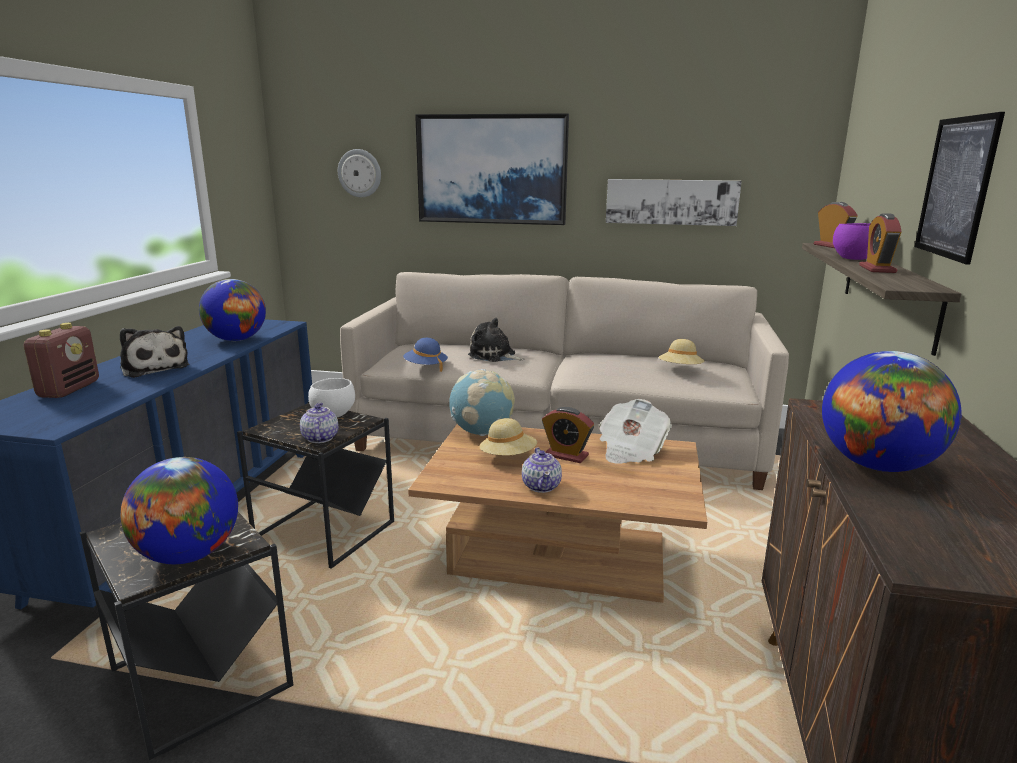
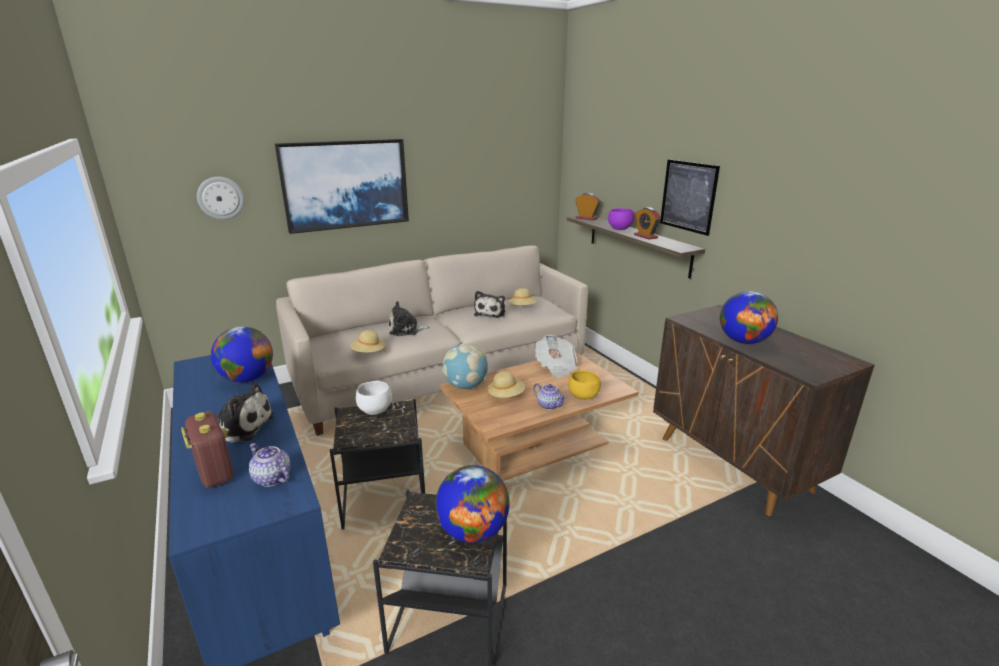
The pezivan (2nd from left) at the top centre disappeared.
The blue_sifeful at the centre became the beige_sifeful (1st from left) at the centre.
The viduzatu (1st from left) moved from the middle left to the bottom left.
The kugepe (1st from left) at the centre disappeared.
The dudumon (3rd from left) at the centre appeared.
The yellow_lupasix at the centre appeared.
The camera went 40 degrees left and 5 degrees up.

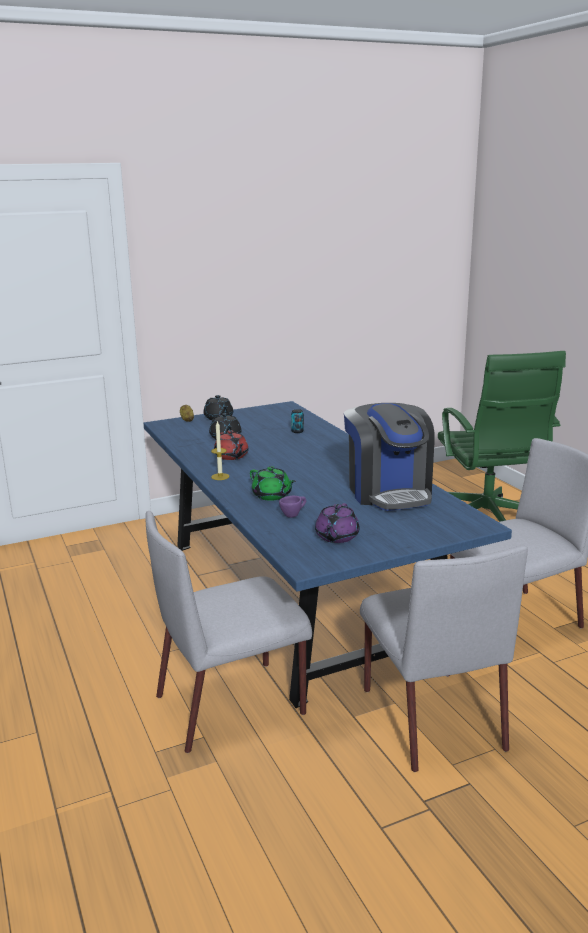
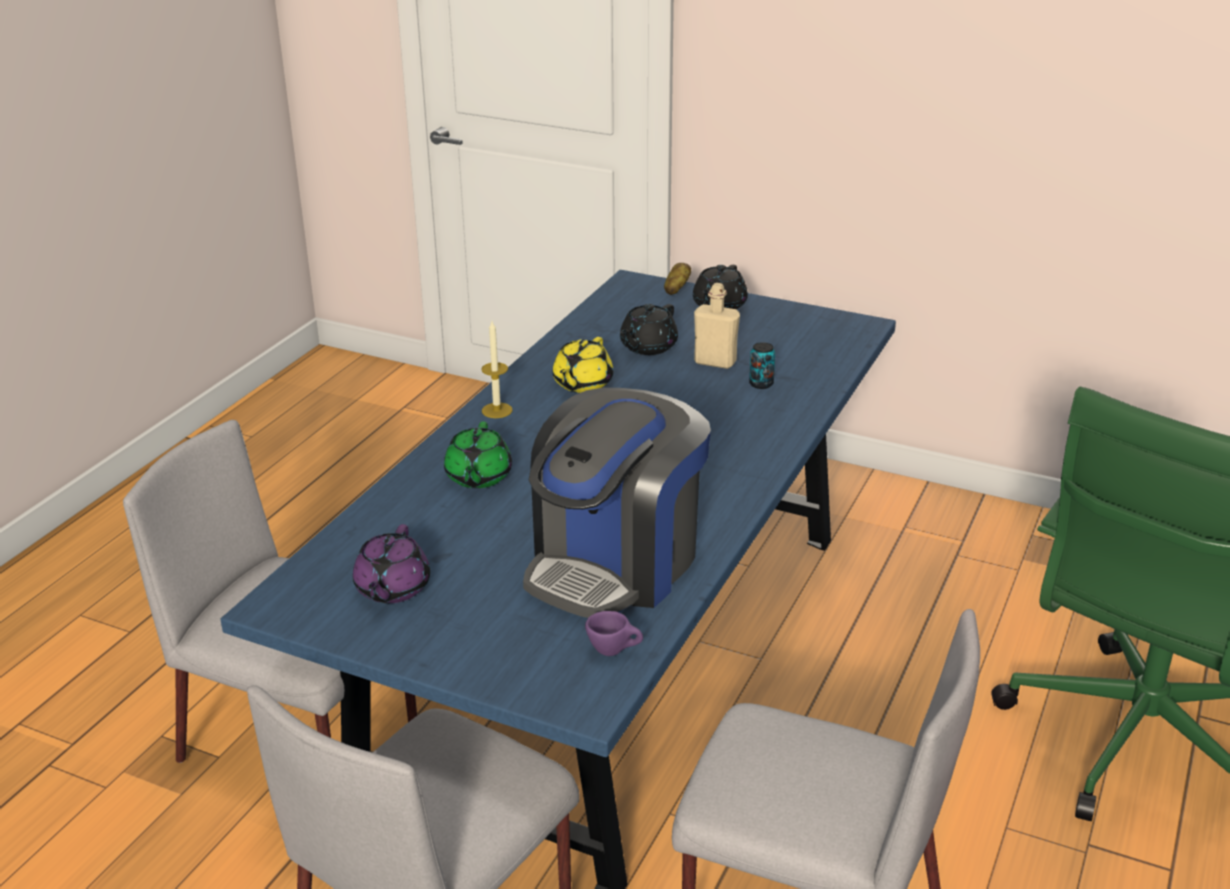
The red_viduzatu at the centre became the yellow_viduzatu at the centre.
The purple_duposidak moved from the centre to the bottom centre.
The purple_viduzatu at the centre turned 60 degrees counterclockwise.
The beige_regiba at the centre appeared.
The camera went 50 degrees right and 10 degrees up.

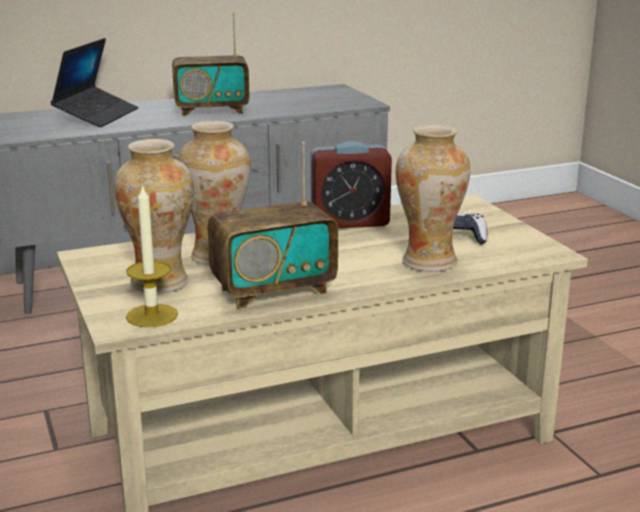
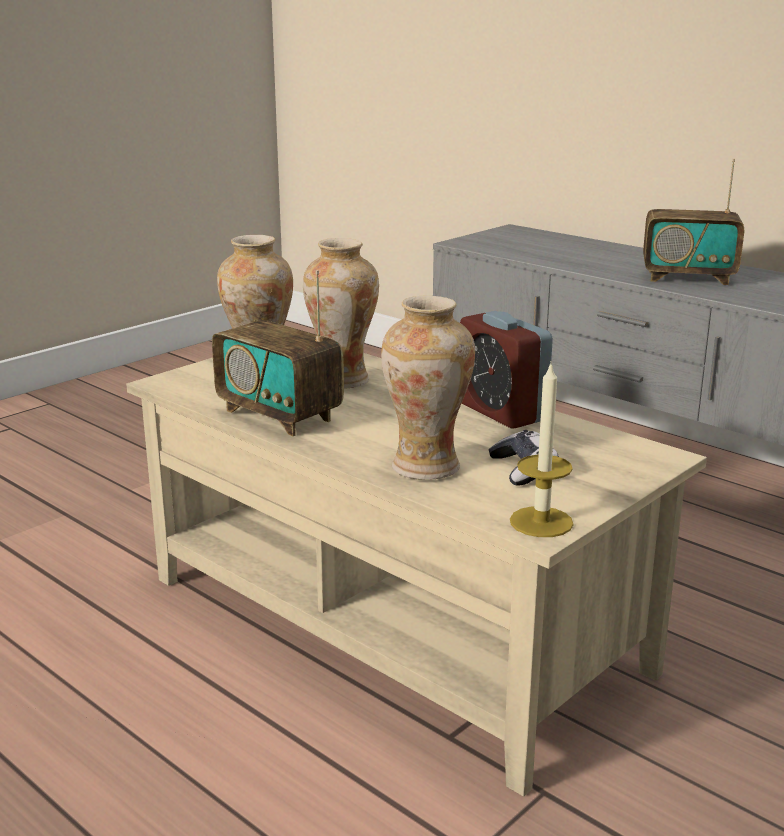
The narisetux (1st from left in the first image) at the top left turned 45 degrees counterclockwise.
The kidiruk at the top left disappeared.
The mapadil moved from the middle left to the middle right.
The camera went 65 degrees right and 0 degrees up.

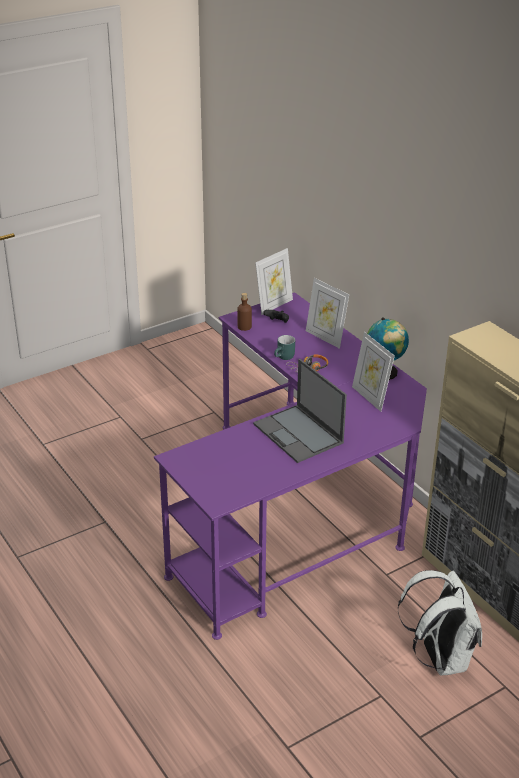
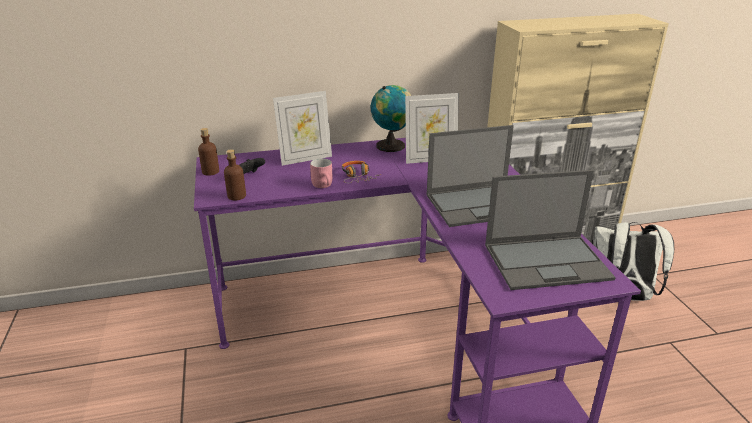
The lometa (1st from left) at the centre was replaced by the brown_regiba (1st from left) at the middle left.
The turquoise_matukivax at the centre became the pink_matukivax at the centre.
The kidiruk (2nd from left) at the middle right appeared.
The camera went 70 degrees left and 5 degrees down.

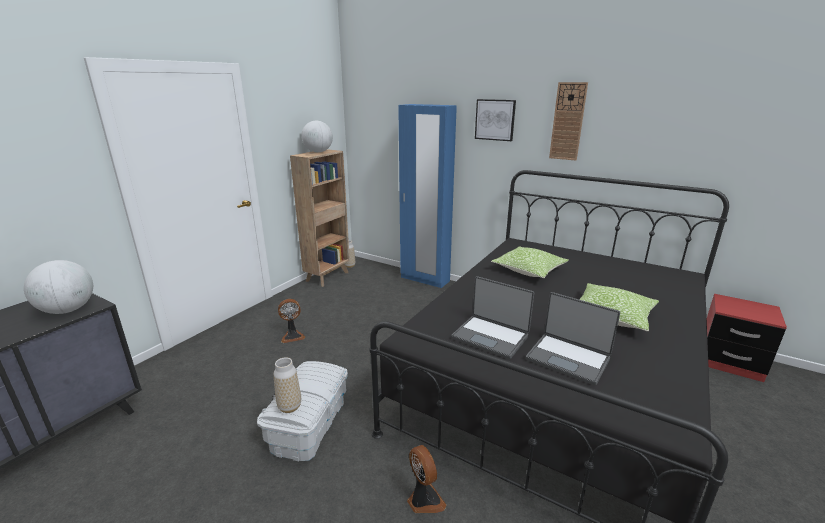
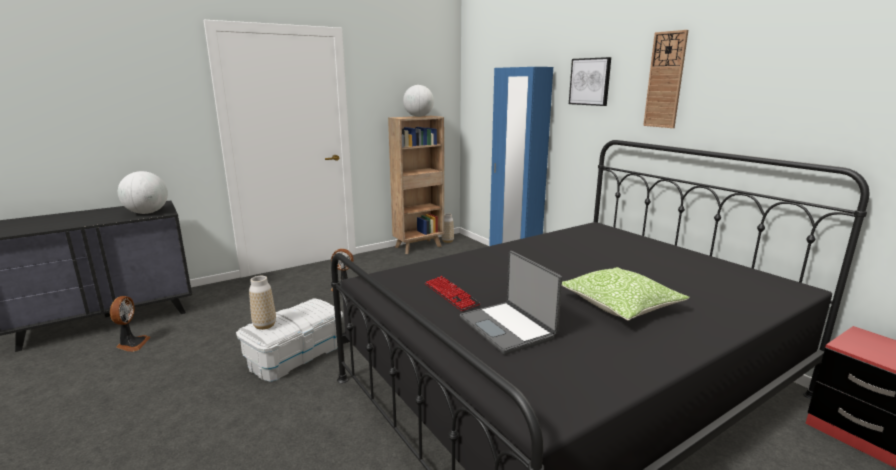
The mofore (1st from left) at the centre disappeared.
The kidiruk (1st from left) at the centre was replaced by the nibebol at the centre.
The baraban (2nd from left in the first image) moved from the bottom centre to the bottom left.
The camera went 25 degrees right and 5 degrees down.

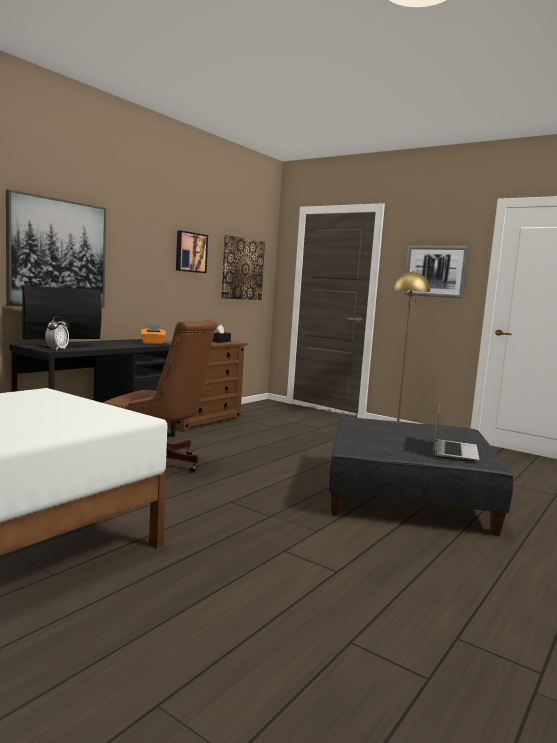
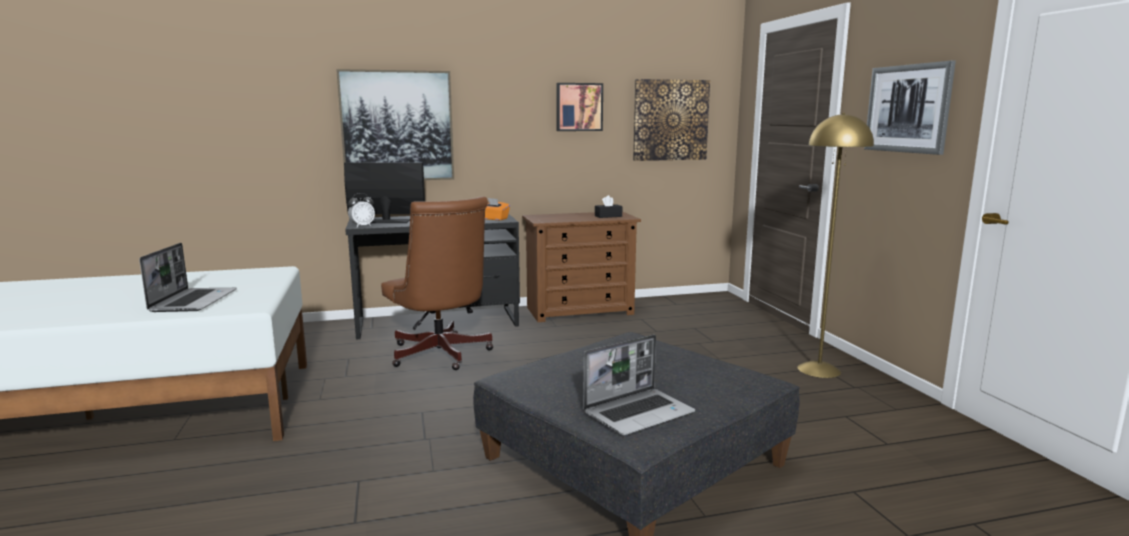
The kidiruk (1st from left) at the middle left appeared.
The camera went 40 degrees right and 5 degrees up.

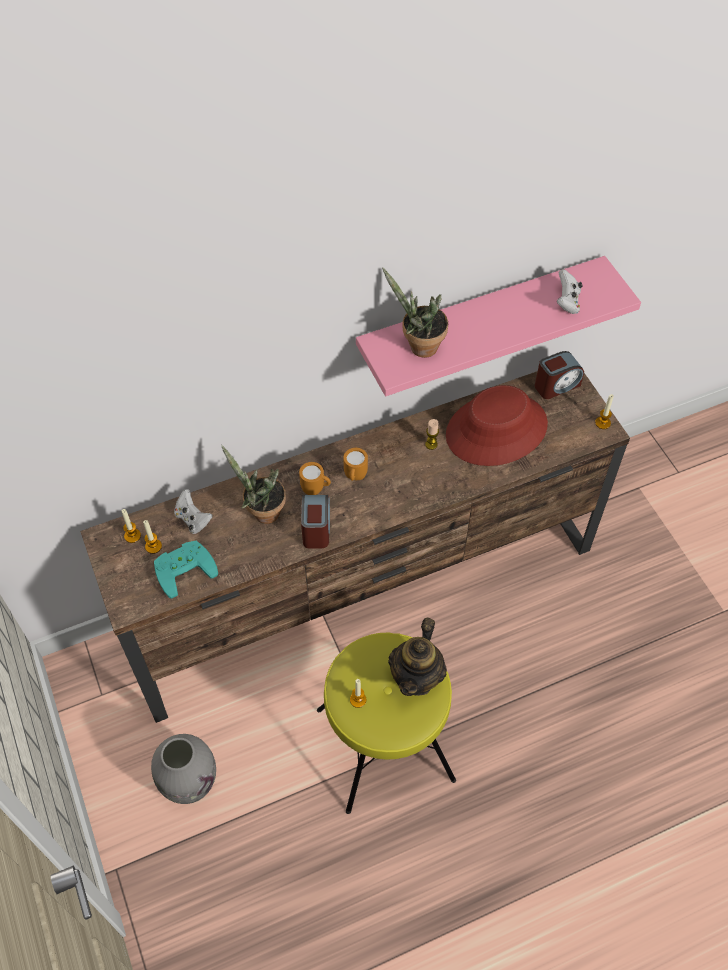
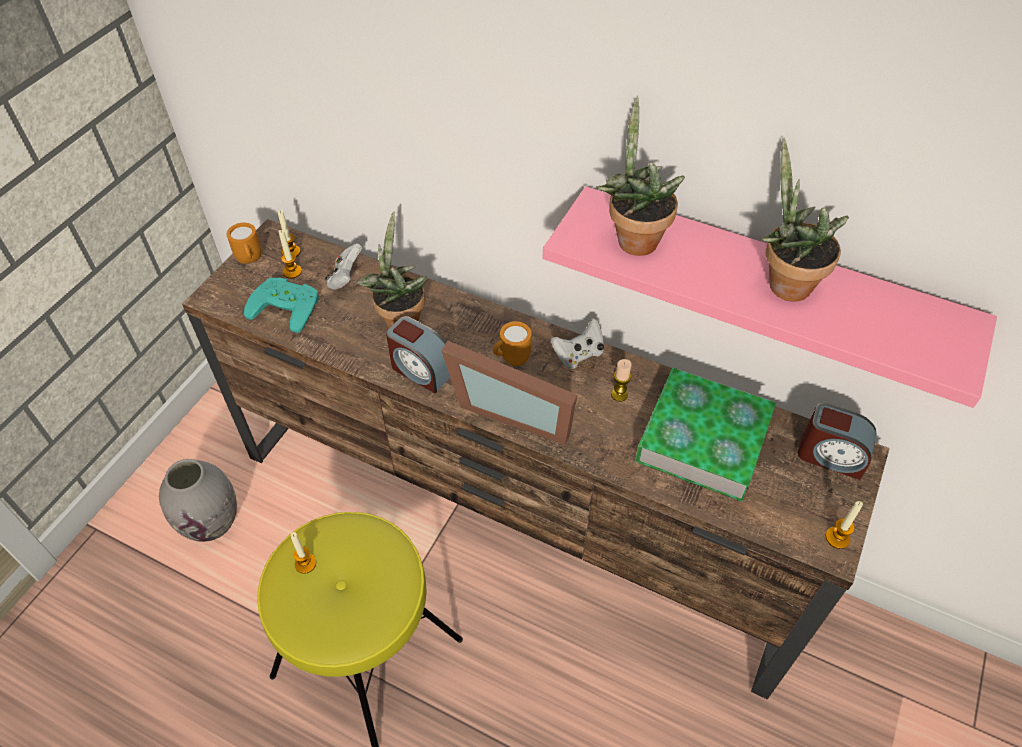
The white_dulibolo (2nd from left) moved from the top right to the centre.
The red_sifeful at the middle right was replaced by the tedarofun at the middle right.
The orange_matukivax (1st from left) moved from the centre to the top left.
The kugepe (1st from left) at the centre turned 75 degrees clockwise.
The viduzatu at the bottom centre disappeared.
The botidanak (3rd from left) at the top right appeared.
The lometa at the centre appeared.
The camera went 50 degrees right and 5 degrees down.

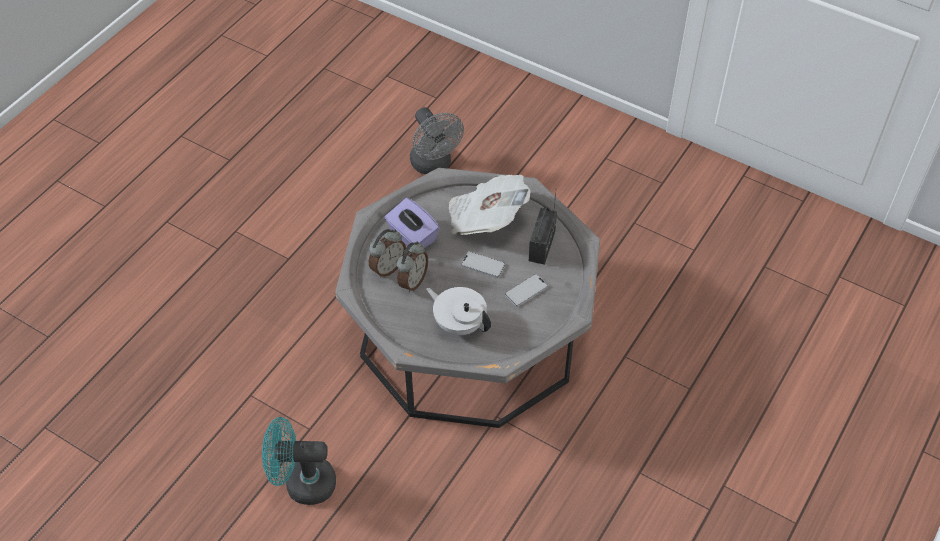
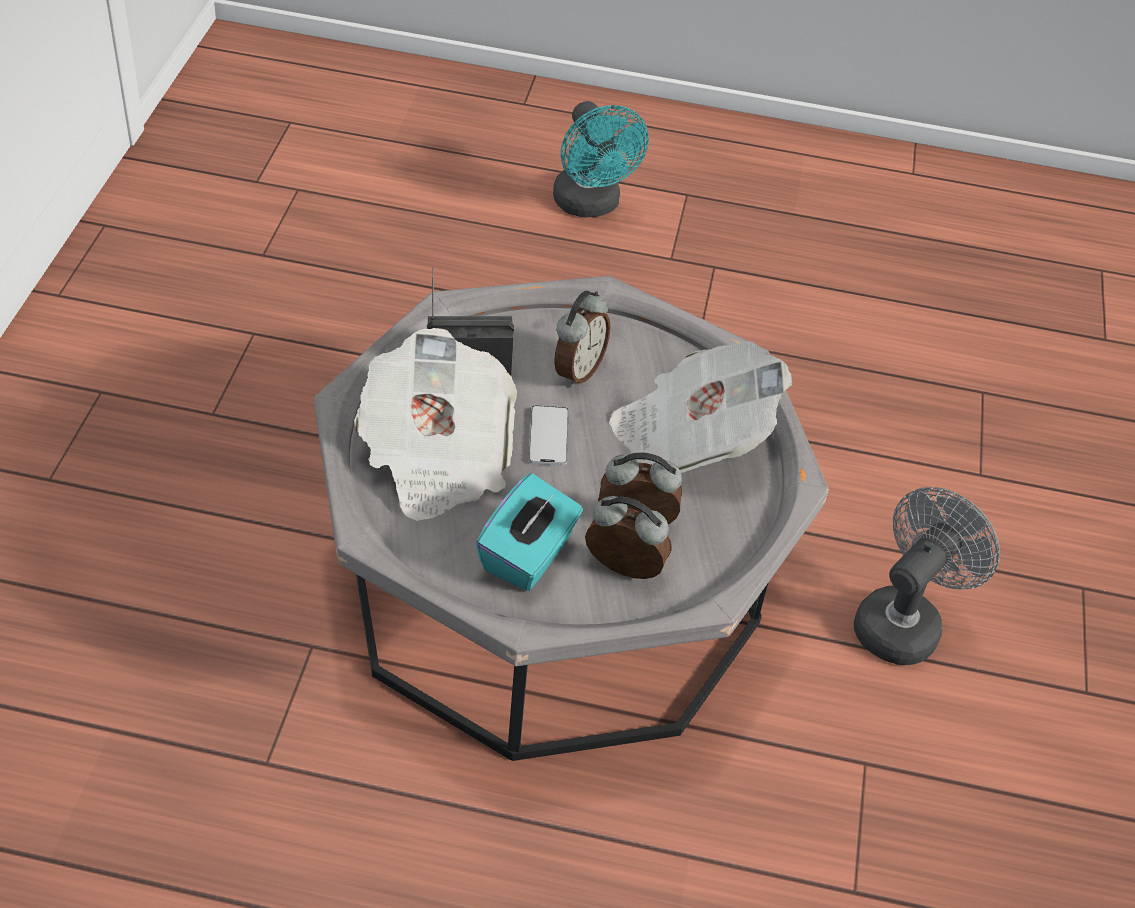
The grey_baraban moved from the top centre to the middle right.
The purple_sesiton at the centre became the turquoise_sesiton at the centre.
The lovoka (2nd from left) at the centre was replaced by the kugepe (1st from left) at the centre.
The white_viduzatu at the centre was replaced by the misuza (2nd from left) at the centre.
The turquoise_baraban moved from the bottom left to the top centre.
The camera went 115 degrees left and 5 degrees down.

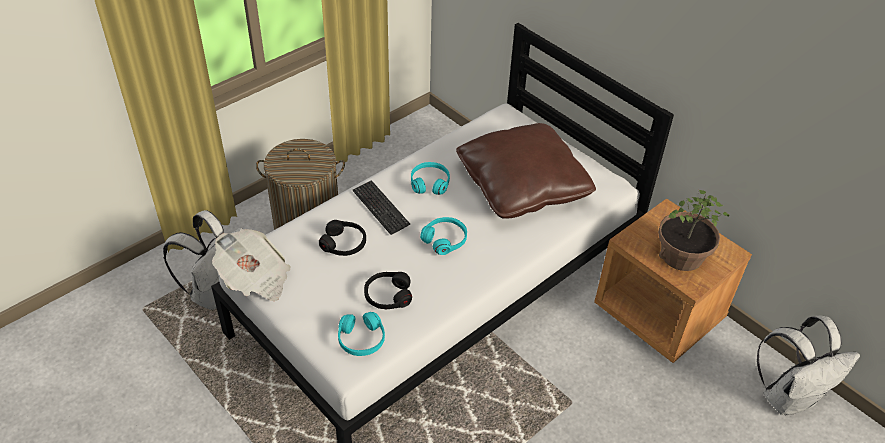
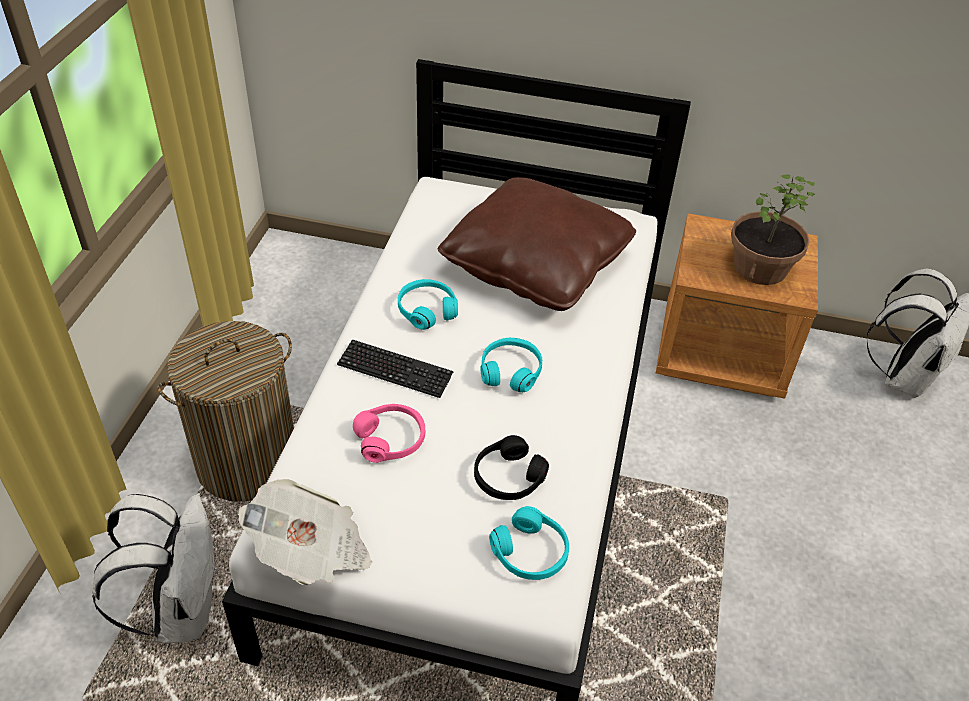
The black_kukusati (1st from left) at the centre became the pink_kukusati at the centre.
The camera went 35 degrees left and 0 degrees up.

